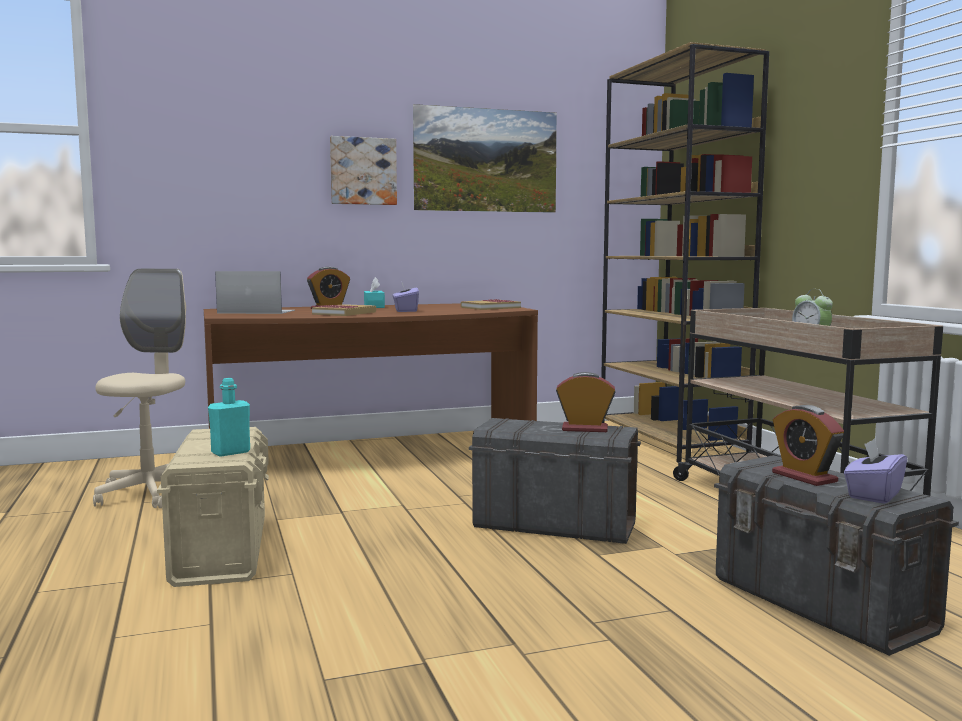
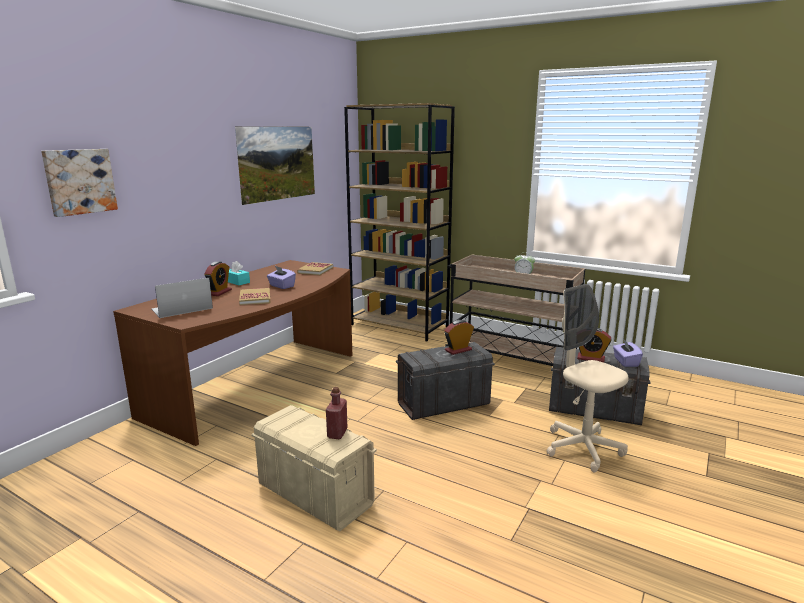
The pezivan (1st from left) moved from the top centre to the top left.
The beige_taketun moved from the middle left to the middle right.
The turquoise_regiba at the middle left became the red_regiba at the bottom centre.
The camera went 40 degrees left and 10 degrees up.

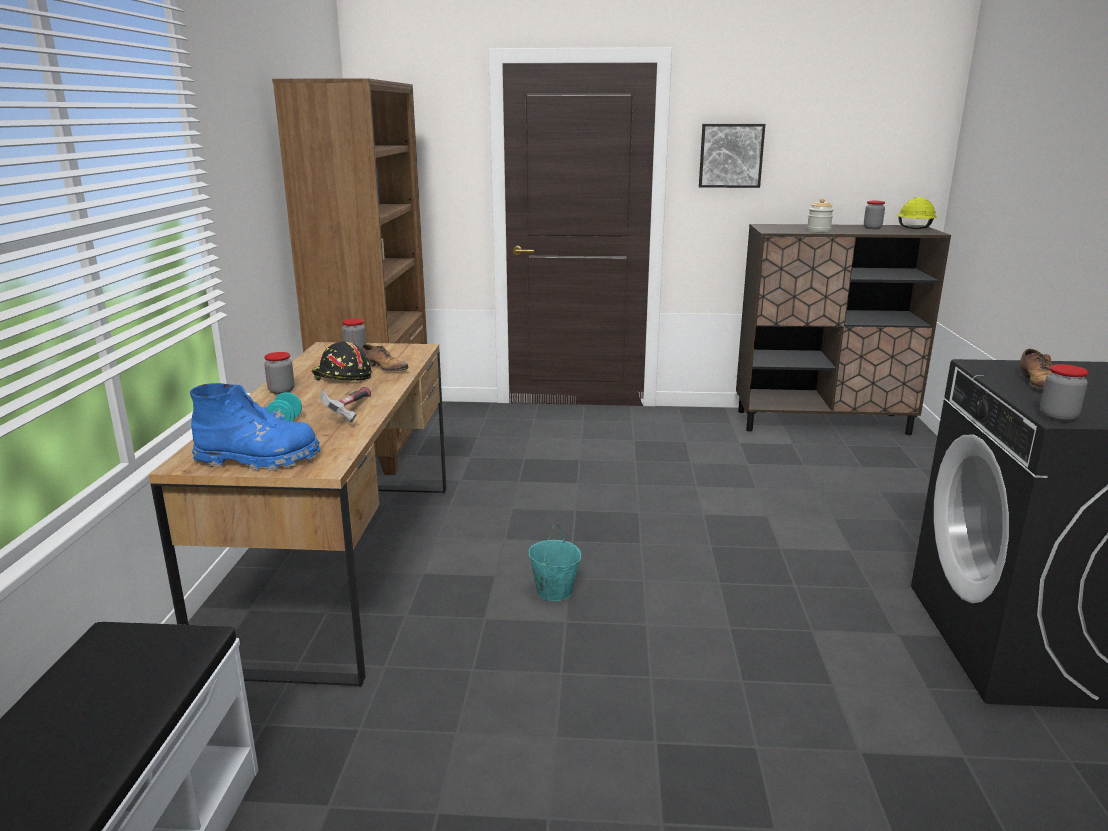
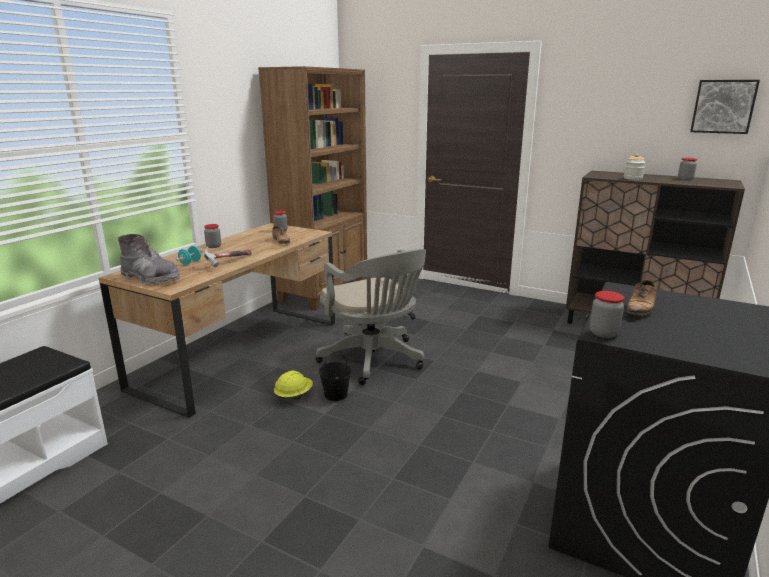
The pezivan moved from the top centre to the top right.
The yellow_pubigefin moved from the top right to the bottom centre.
The black_pubigefin at the middle left disappeared.
The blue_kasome at the middle left became the grey_kasome at the middle left.
The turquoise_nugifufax at the bottom centre became the black_nugifufax at the centre.
The grey_taketun at the centre appeared.
The camera went 25 degrees right and 0 degrees up.

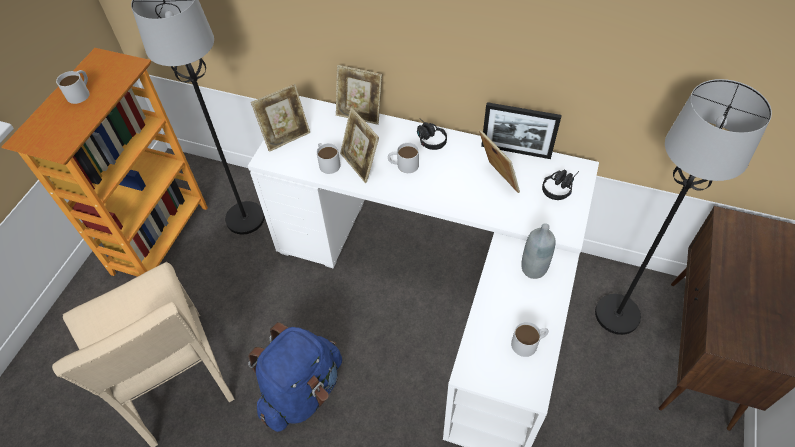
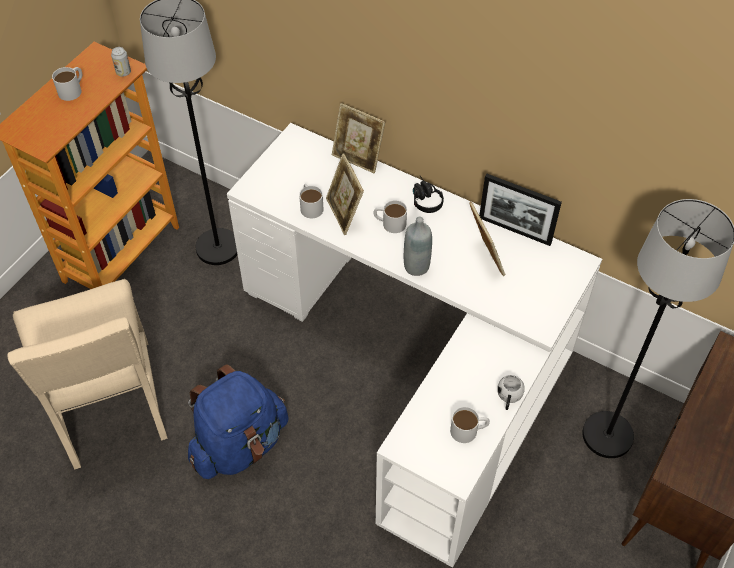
The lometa (1st from left) at the top centre disappeared.
The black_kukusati (2nd from left) at the middle right disappeared.
The grey_regiba moved from the middle right to the centre.
The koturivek at the top left appeared.
The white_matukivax (5th from left) at the bottom right appeared.
The camera went 10 degrees right and 0 degrees up.

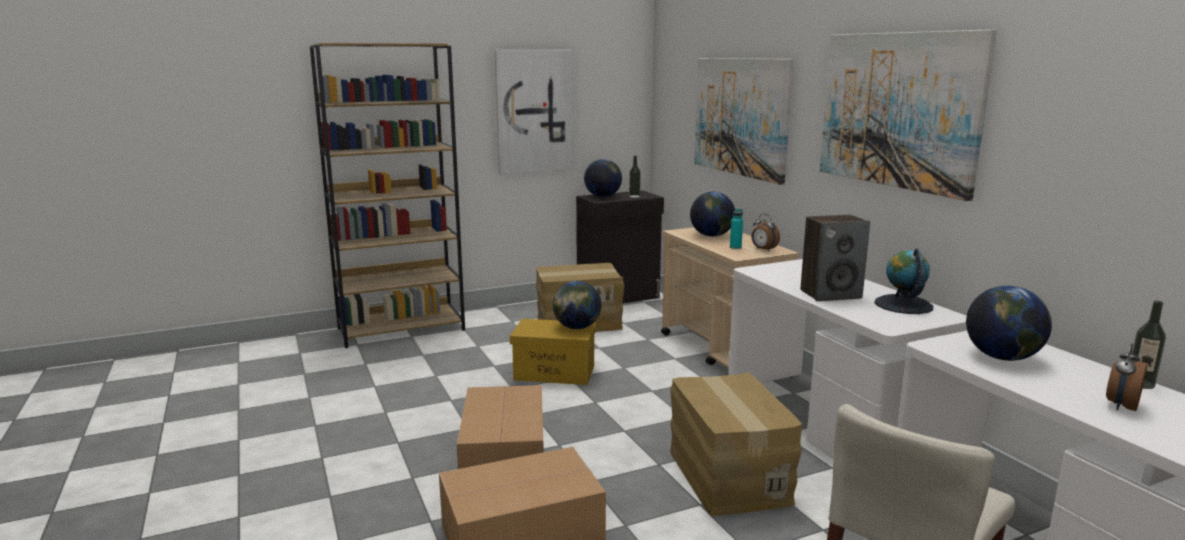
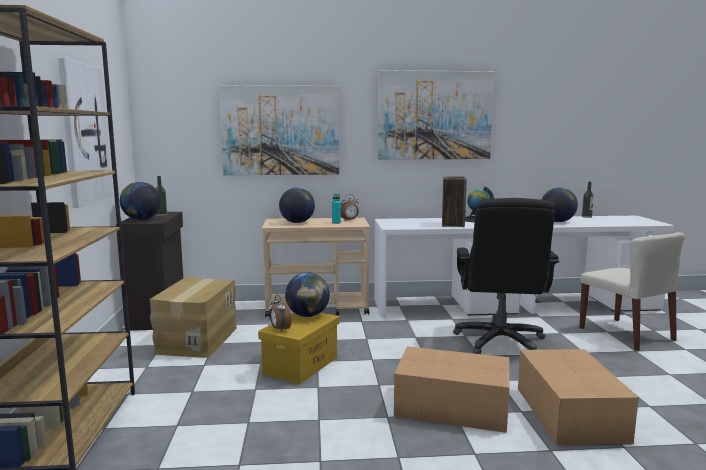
The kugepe (2nd from left in the first image) moved from the bottom right to the centre.
The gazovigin (4th from left) at the bottom centre was replaced by the black_taketun at the middle right.
The camera went 70 degrees left and 5 degrees down.

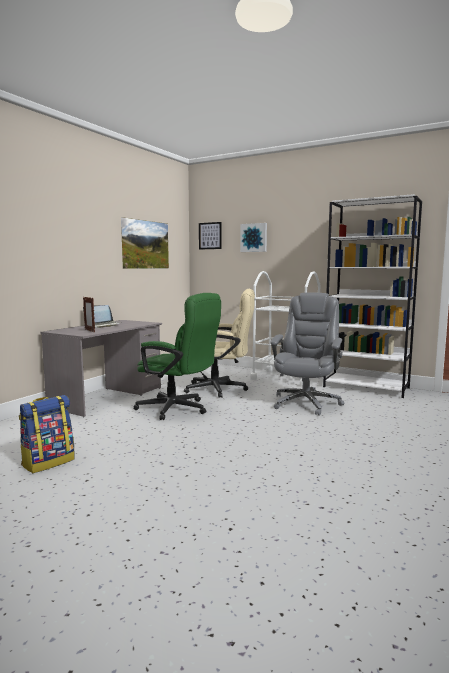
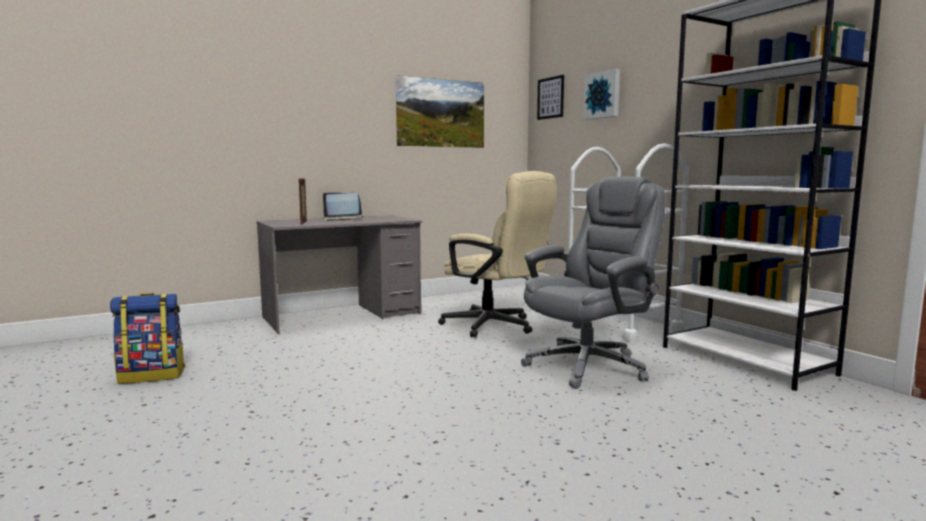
The green_taketun at the centre disappeared.
The camera went 30 degrees right and 0 degrees up.

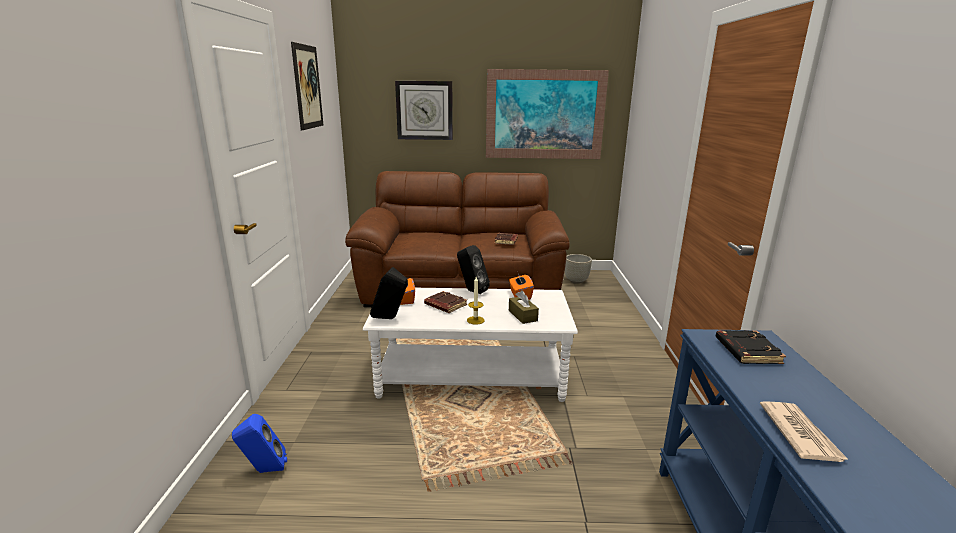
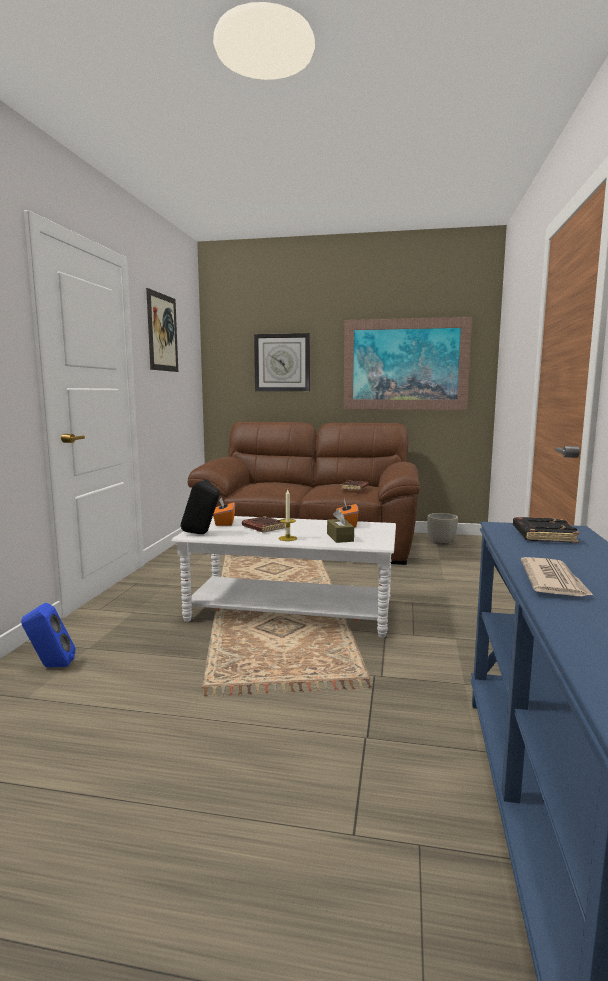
The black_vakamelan (2nd from left) at the centre disappeared.
The camera went 10 degrees right and 10 degrees down.

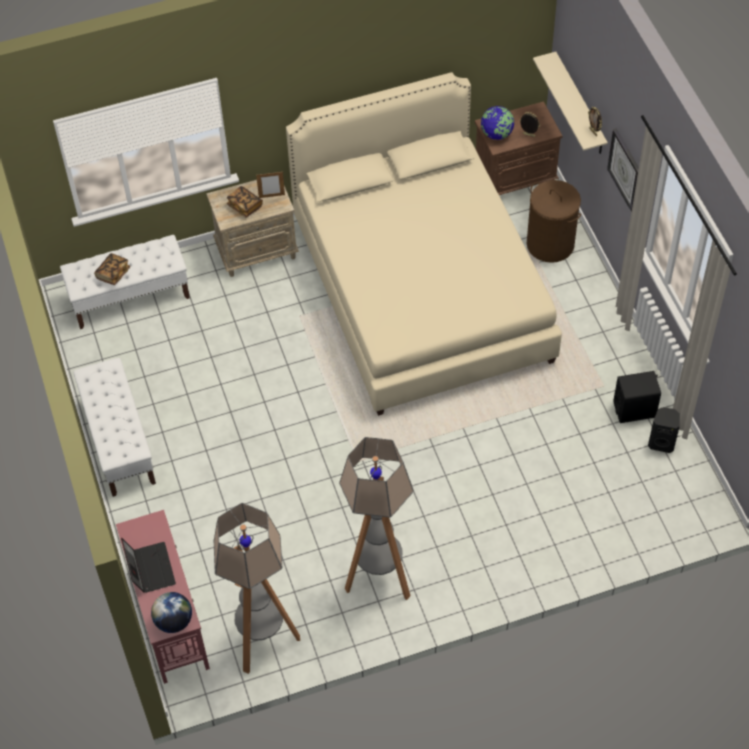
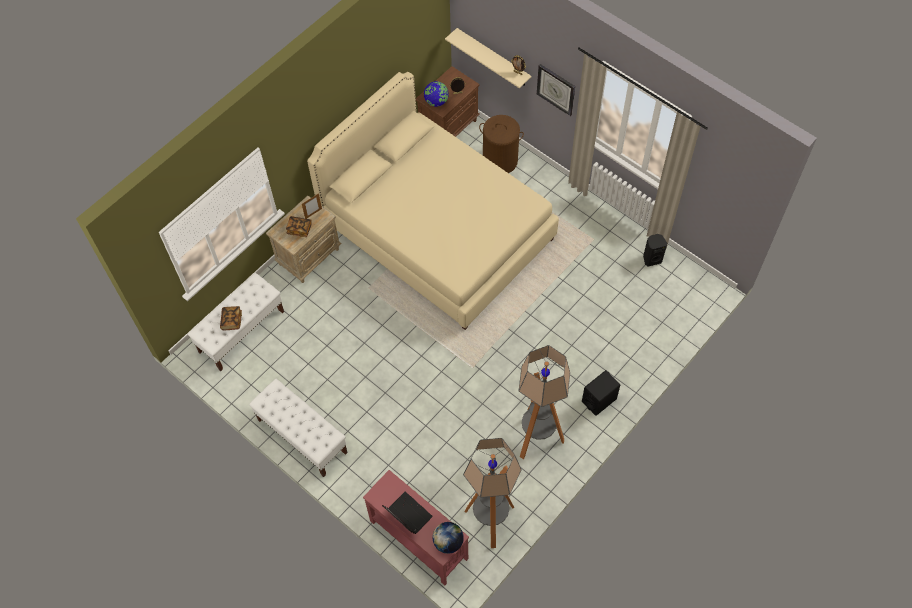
The black_vakamelan (1st from left) moved from the middle right to the centre.
The camera went 30 degrees left and 5 degrees up.

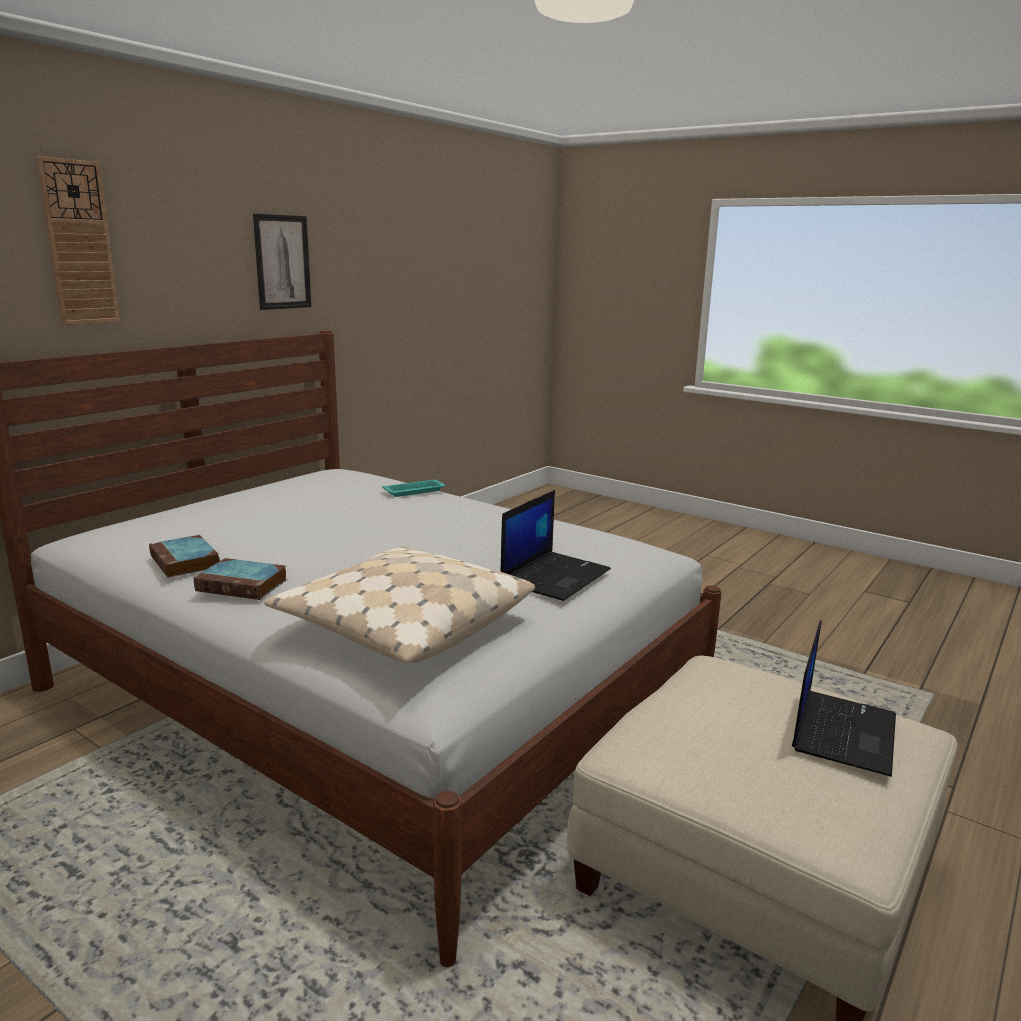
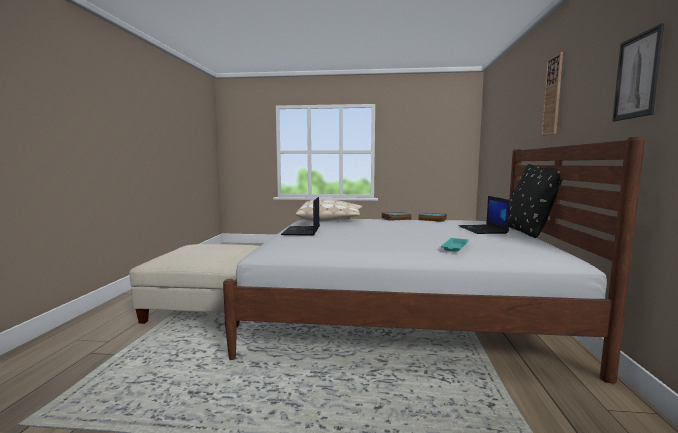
The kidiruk (2nd from left) moved from the bottom right to the middle right.
The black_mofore at the middle right appeared.
The camera went 150 degrees right and 10 degrees down.

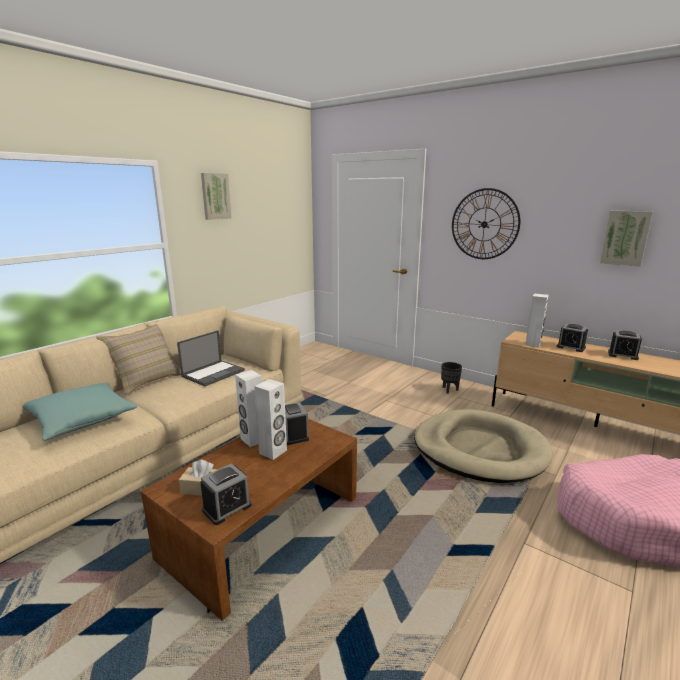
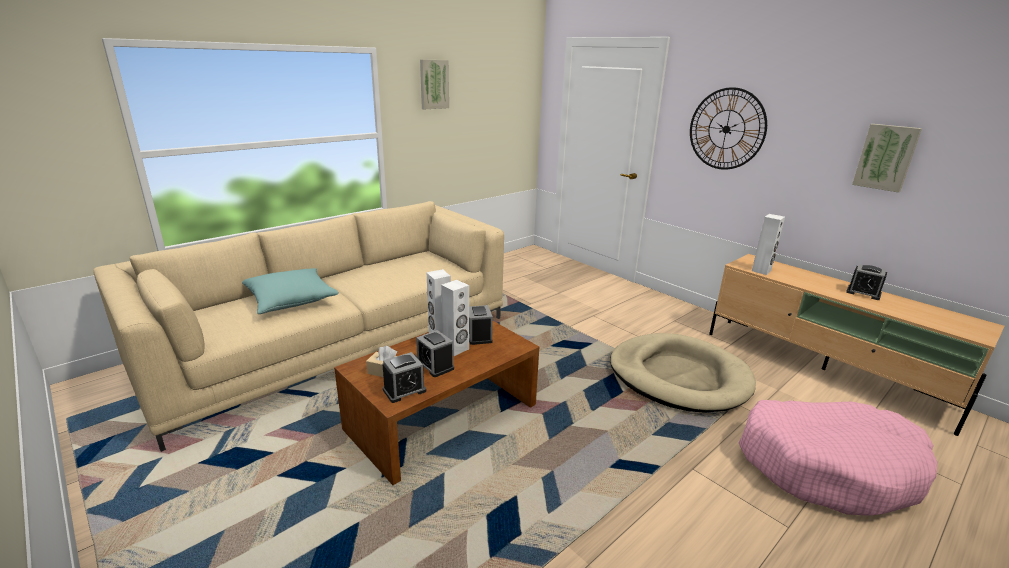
The beige_mofore at the middle left disappeared.
The kugepe (3rd from left in the first image) moved from the middle right to the centre.
The kidiruk at the middle left disappeared.
The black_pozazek at the centre disappeared.
The camera went 10 degrees right and 5 degrees up.

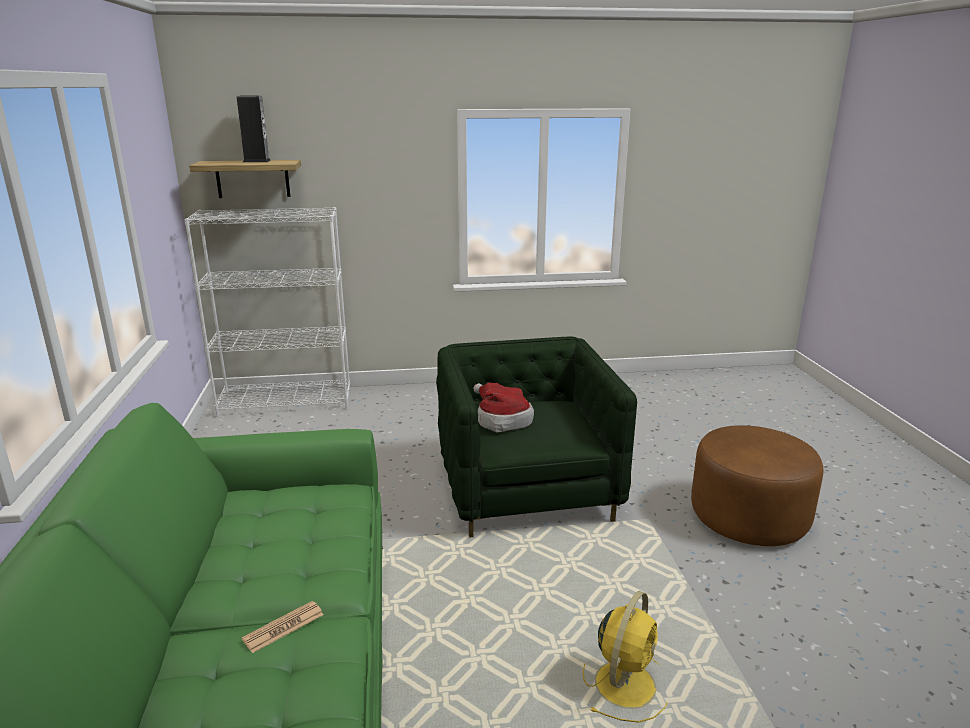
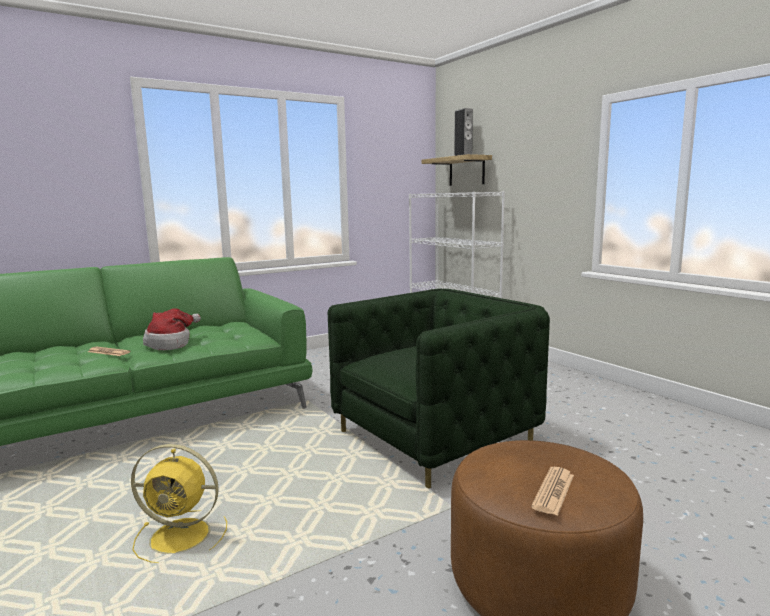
The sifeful moved from the centre to the middle left.
The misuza (2nd from left) at the bottom right appeared.
The camera went 65 degrees right and 10 degrees down.

